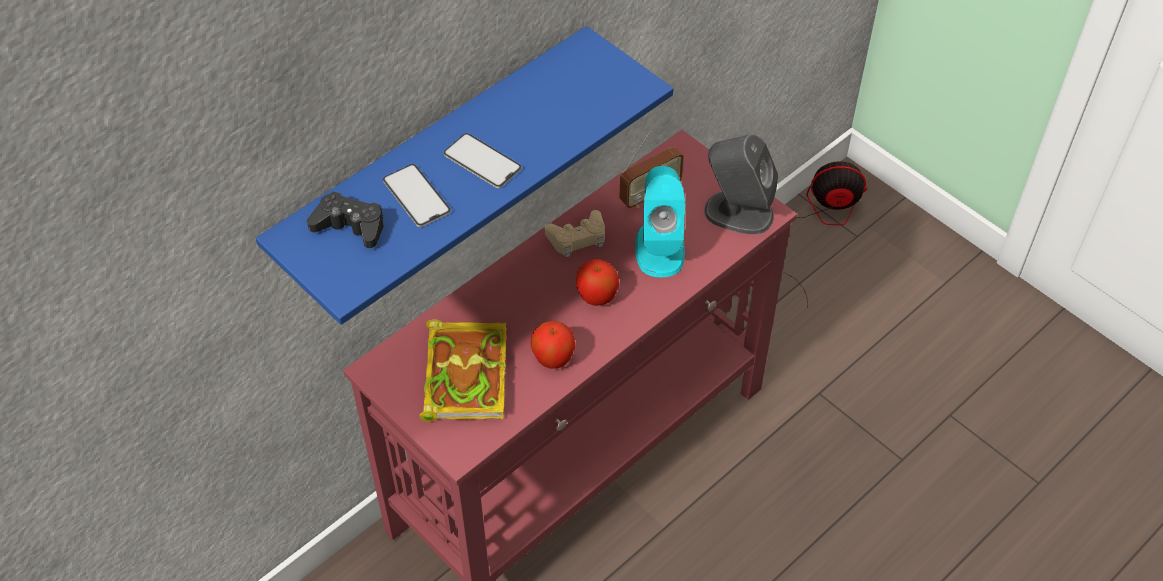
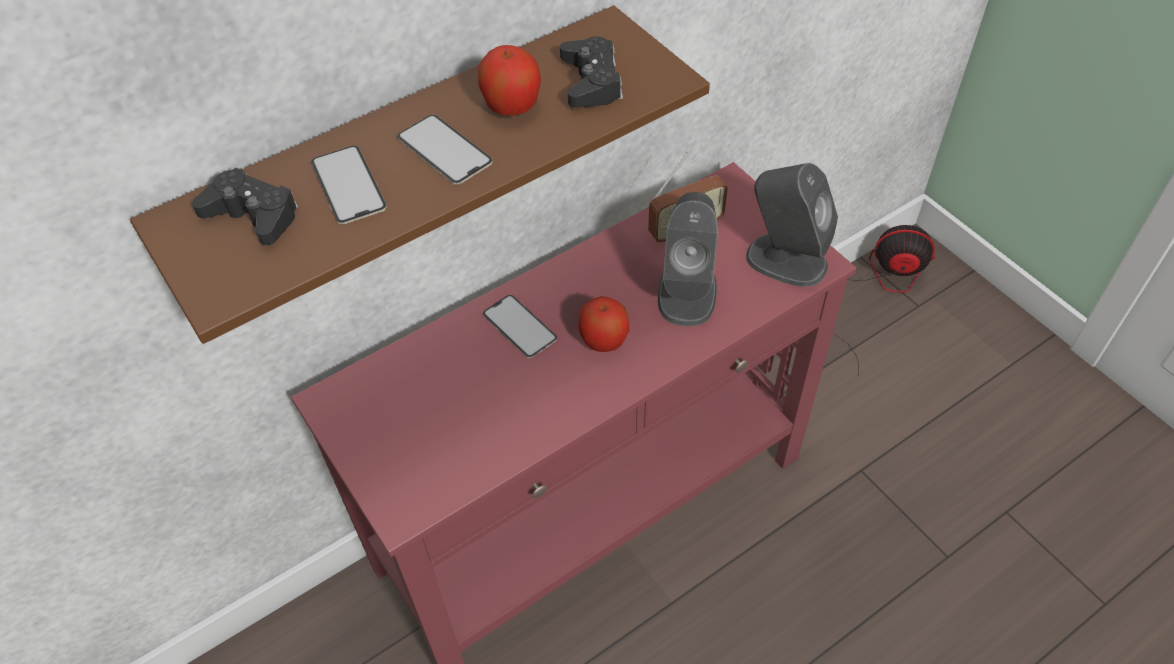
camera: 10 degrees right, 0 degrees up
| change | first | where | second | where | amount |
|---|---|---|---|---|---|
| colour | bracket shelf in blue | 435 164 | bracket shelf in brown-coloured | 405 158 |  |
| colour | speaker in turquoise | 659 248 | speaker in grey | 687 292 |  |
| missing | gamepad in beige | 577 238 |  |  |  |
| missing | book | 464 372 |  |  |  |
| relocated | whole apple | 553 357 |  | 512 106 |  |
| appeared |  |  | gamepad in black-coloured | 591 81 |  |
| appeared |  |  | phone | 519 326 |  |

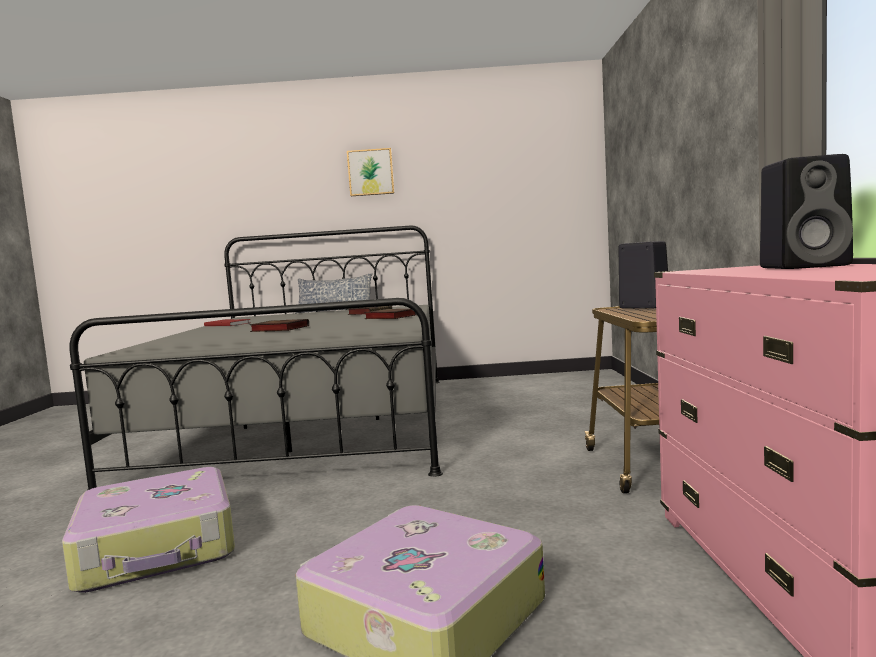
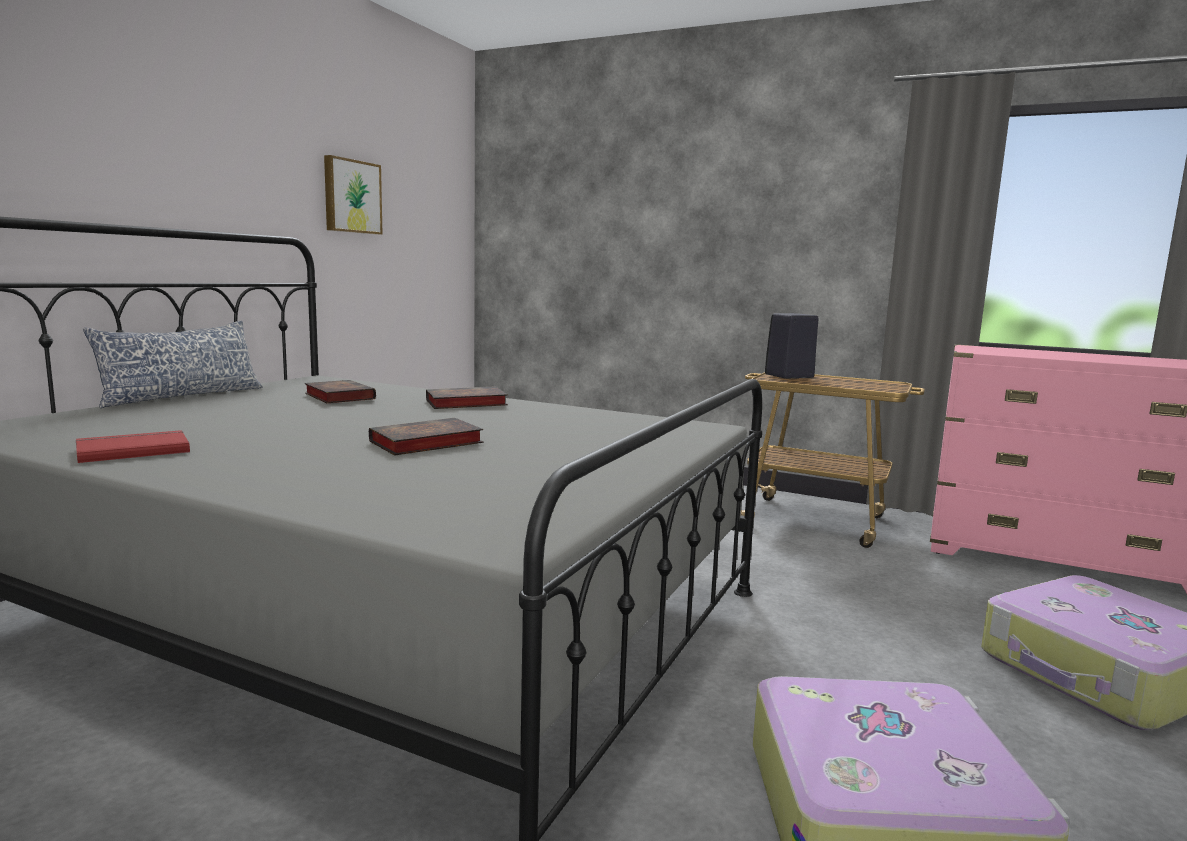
camera: 65 degrees left, 5 degrees up
| change | first | where | second | where | amount |
|---|---|---|---|---|---|
| relocated | wall picture | 371 172 |  | 351 196 |  |
| missing | speaker in black-coloured | 806 266 |  |  |  |

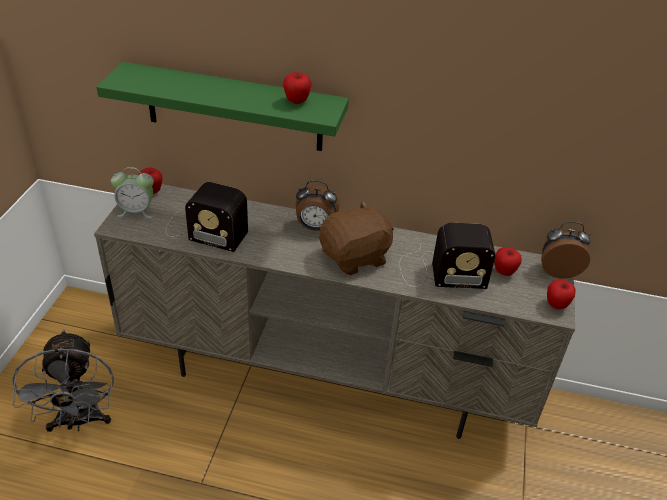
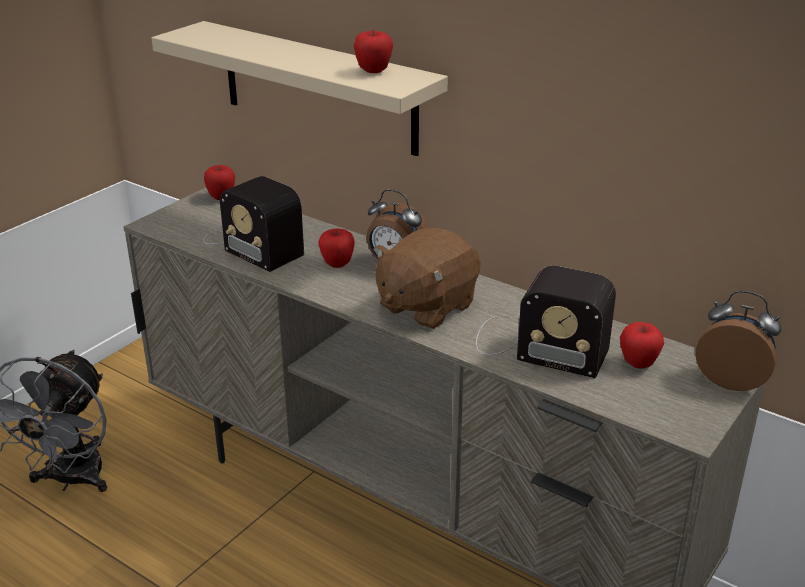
camera: 25 degrees right, 10 degrees down
| change | first | where | second | where | amount |
|---|---|---|---|---|---|
| colour | bracket shelf in green-coloured | 234 107 | bracket shelf in beige | 318 87 |  |
| missing | alarm clock | 136 211 |  |  |  |
| spun | soft toy in brown-coloured | 355 257 |  | 425 306 | 135 degrees clockwise |
| relocated | whole apple | 556 305 |  | 337 264 |  |

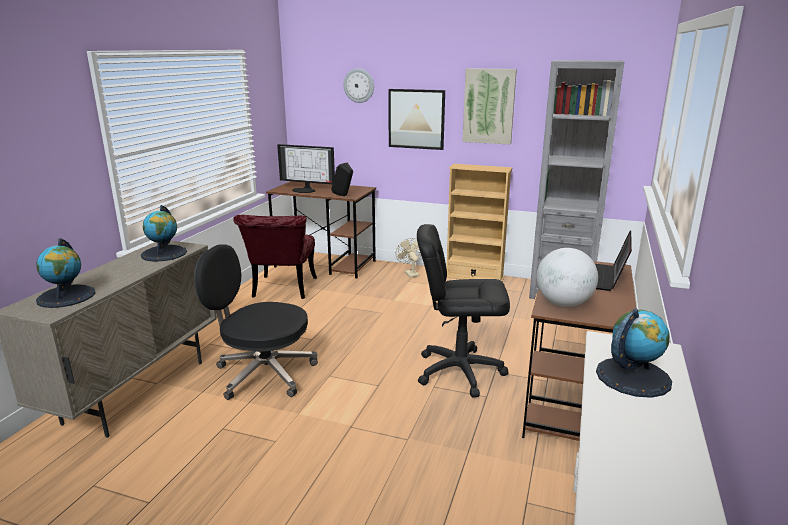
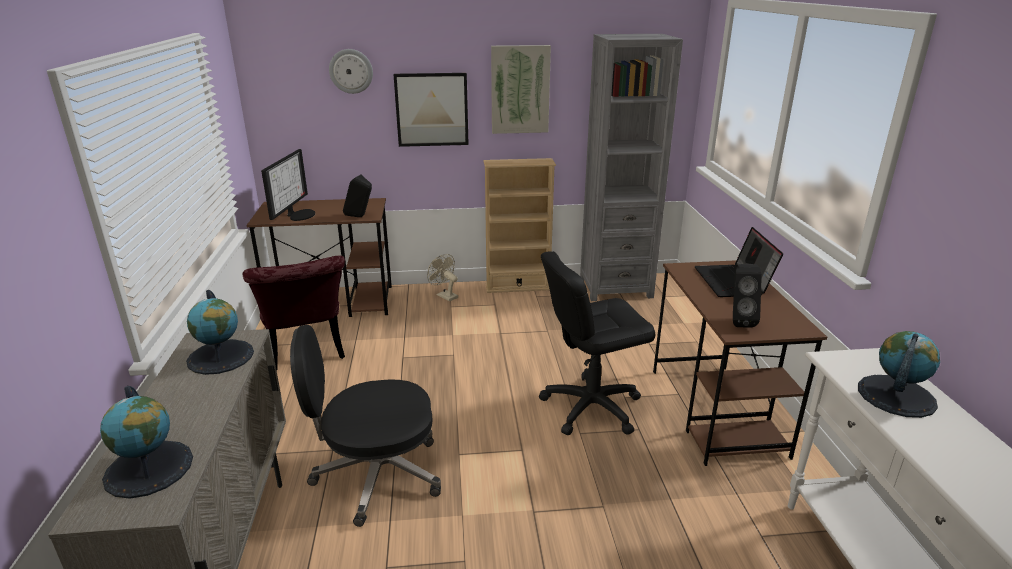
camera: 25 degrees left, 5 degrees up
| change | first | where | second | where | amount |
|---|---|---|---|---|---|
| spun | monitor | 305 190 |  | 299 215 | 75 degrees counterclockwise |
| exchanged | globe | 563 303 | speaker in black-coloured | 738 321 |  |

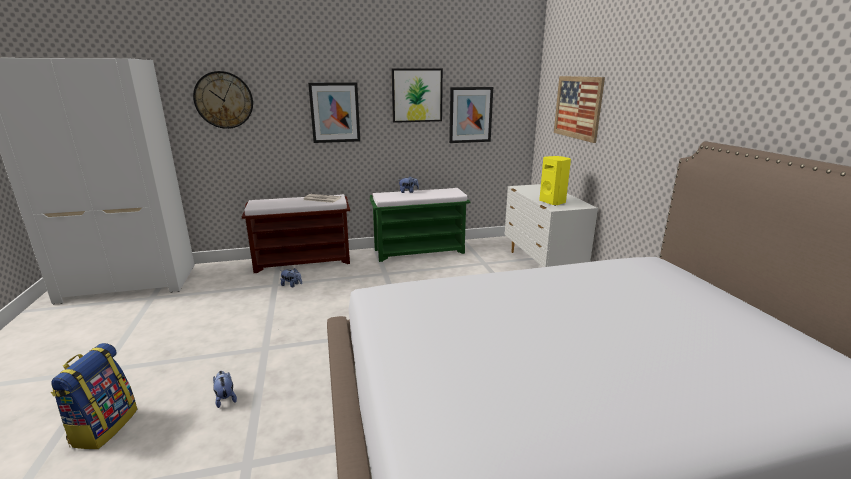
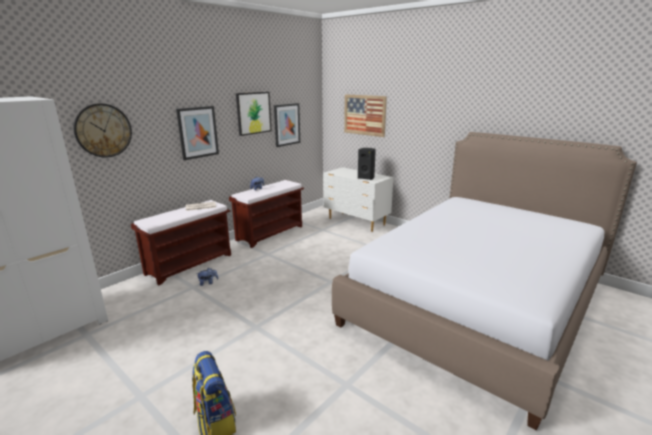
camera: 35 degrees left, 0 degrees up
| change | first | where | second | where | amount |
|---|---|---|---|---|---|
| colour | speaker in yellowish | 553 202 | speaker in black-coloured | 366 178 |  |
| colour | bench in green-coloured | 420 251 | bench in brown-coloured | 270 233 |  |
| missing | soft toy | 225 398 |  |  |  |

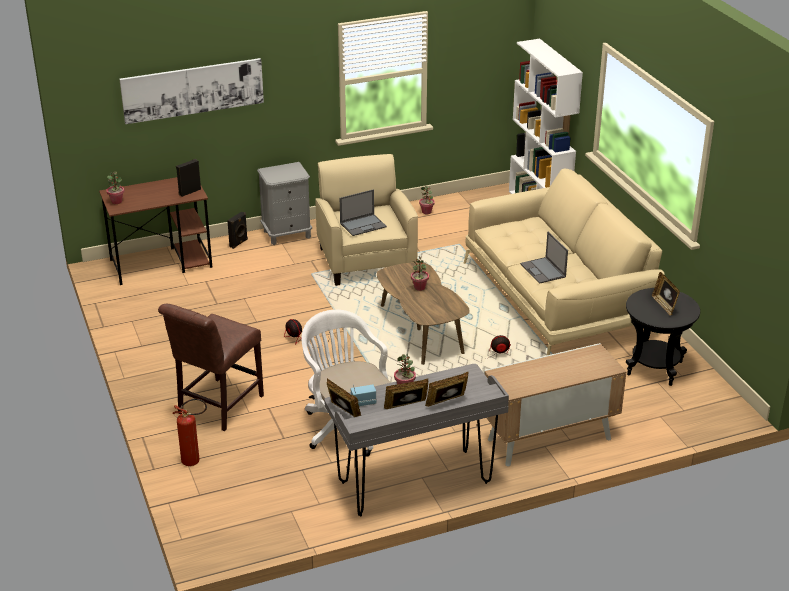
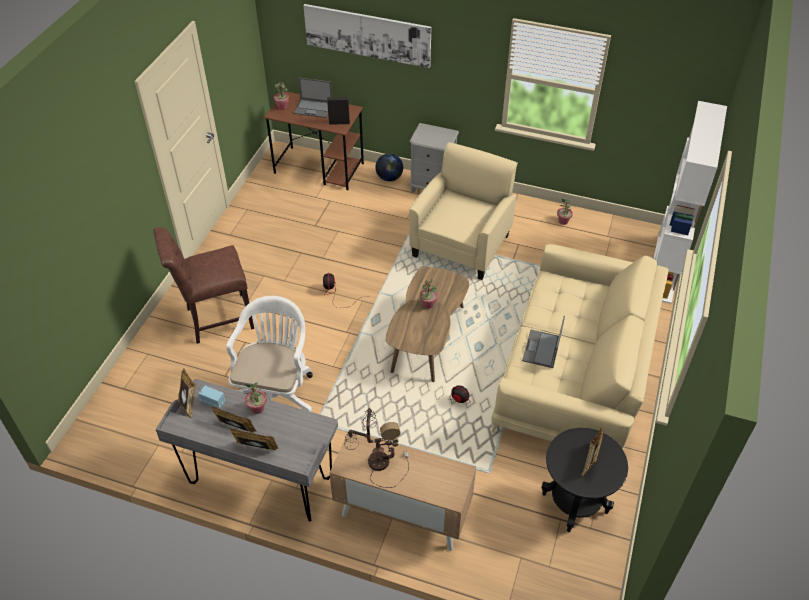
camera: 40 degrees right, 15 degrees up
| change | first | where | second | where | amount |
|---|---|---|---|---|---|
| relocated | notebook computer | 363 225 |  | 314 108 |  |
| exchanged | speaker in black-coloured | 239 243 | globe | 389 178 |  |
| missing | extinguisher | 195 461 |  |  |  |
| appeared |  |  | table lamp | 377 461 |  |

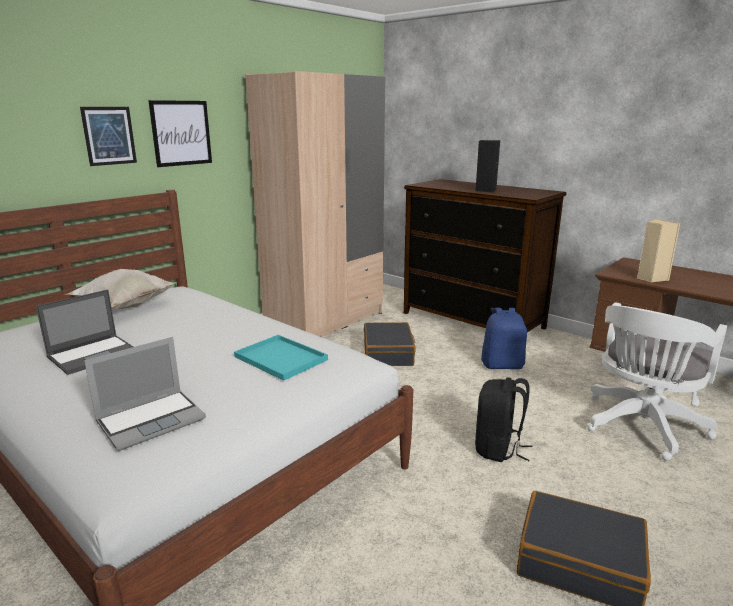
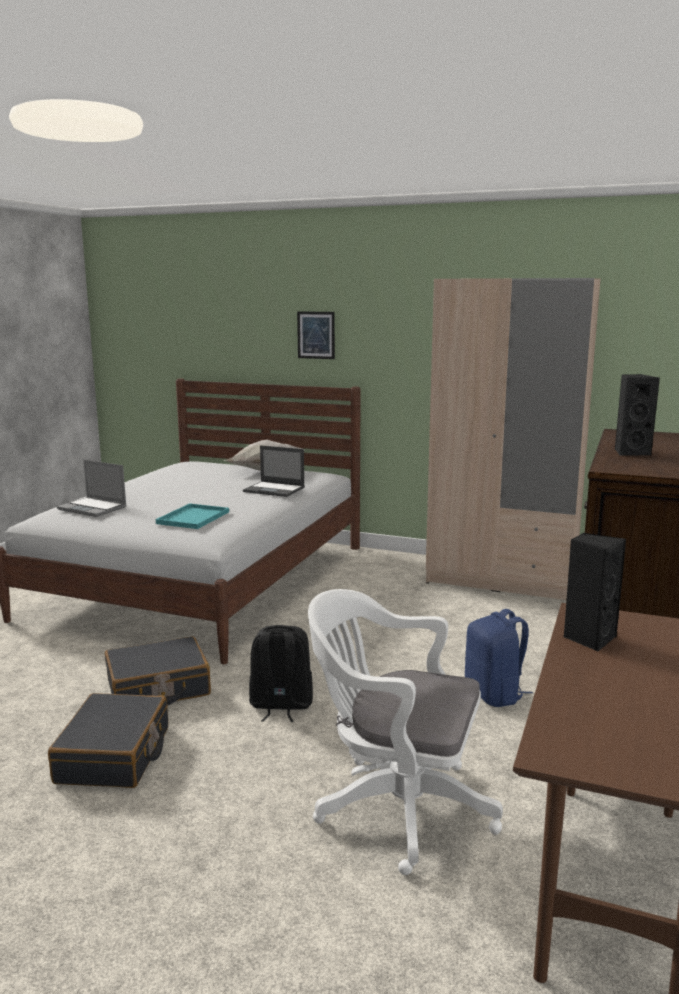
camera: 70 degrees right, 5 degrees down
| change | first | where | second | where | amount |
|---|---|---|---|---|---|
| missing | wall picture | 181 133 |  |  |  |
| colour | speaker in beige | 651 278 | speaker in black-coloured | 589 638 |  |
| relocated | notebook computer | 94 354 |  | 275 489 |  |
| relocated | travel case in black-coloured | 388 353 |  | 158 688 |  |

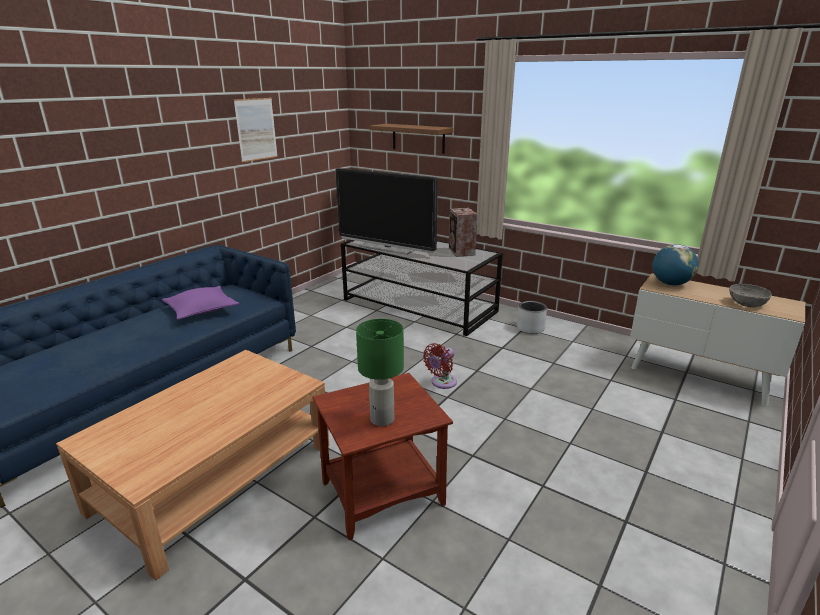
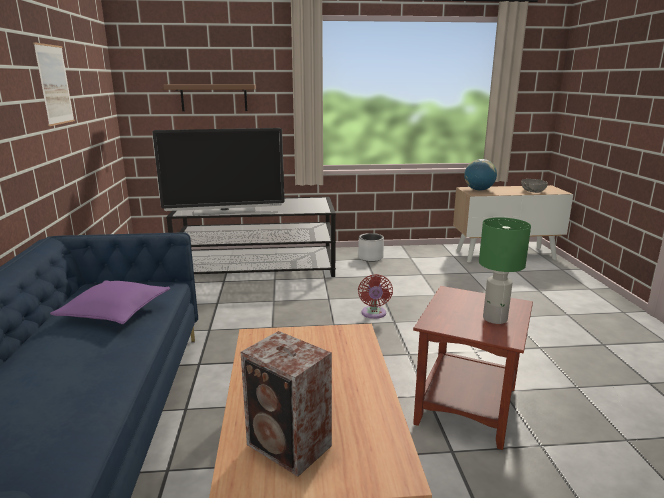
camera: 40 degrees left, 5 degrees down
| change | first | where | second | where | amount |
|---|---|---|---|---|---|
| relocated | speaker | 461 252 |  | 290 447 |  |

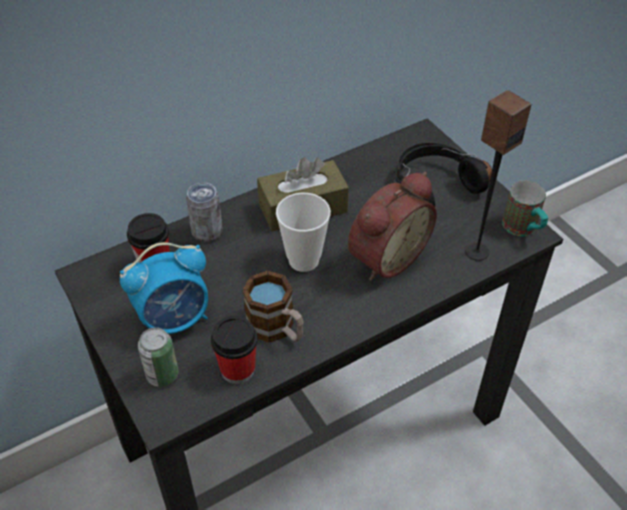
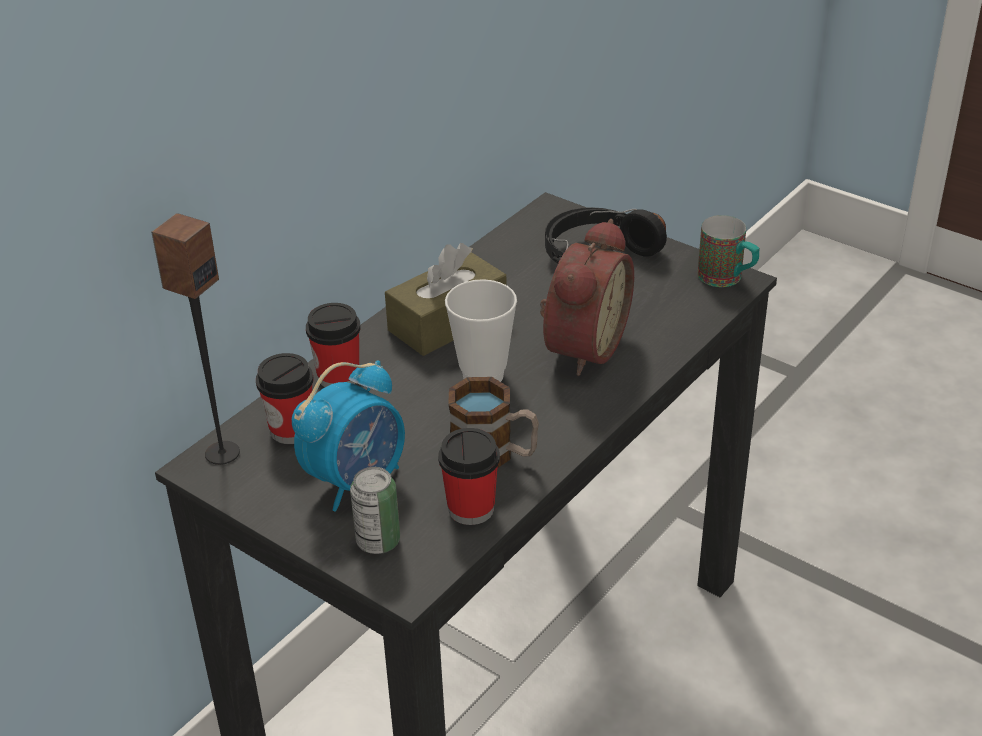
camera: 20 degrees left, 10 degrees down
| change | first | where | second | where | amount |
|---|---|---|---|---|---|
| relocated | speaker | 476 251 |  | 221 453 |  |
| exchanged | can | 207 231 | cup | 338 377 |  |

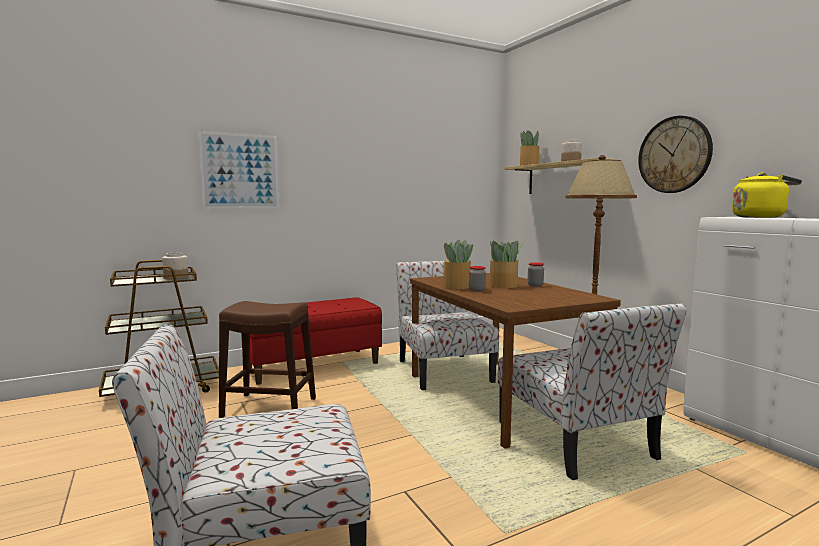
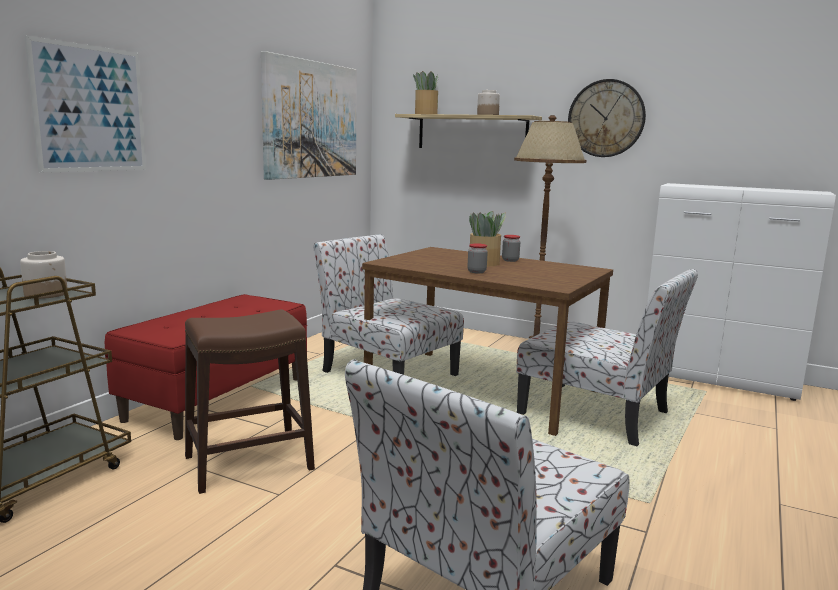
camera: 35 degrees left, 5 degrees up
| change | first | where | second | where | amount |
|---|---|---|---|---|---|
| missing | kettle in yellowish | 760 217 |  |  |  |
| missing | potted plant | 456 286 |  |  |  |
| appeared |  |  | wall picture | 311 120 |  |

